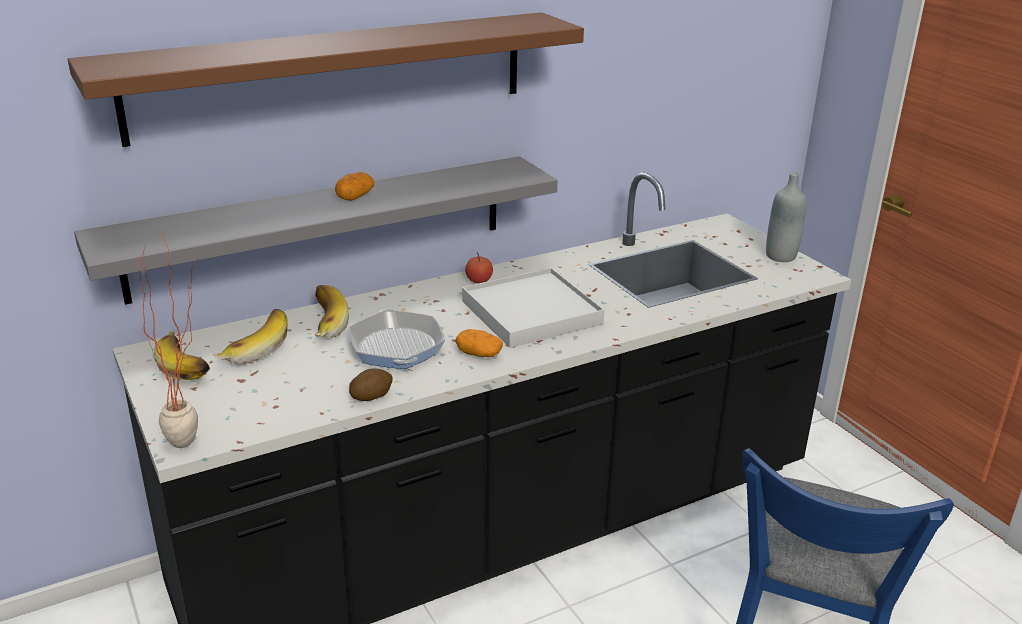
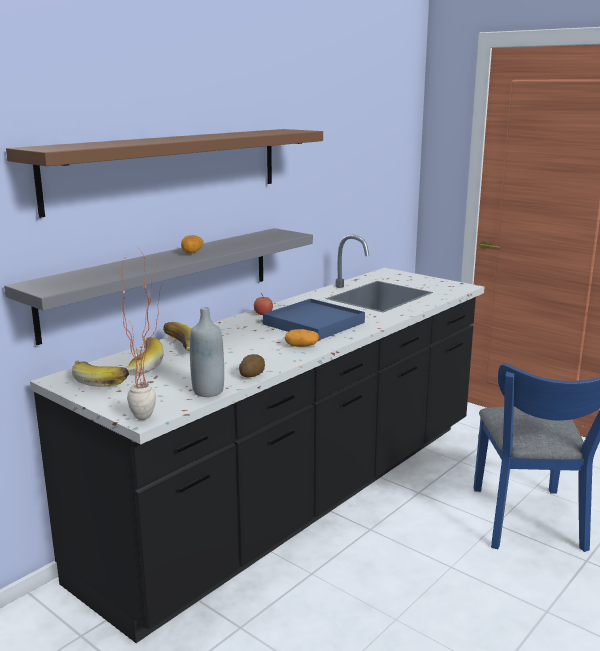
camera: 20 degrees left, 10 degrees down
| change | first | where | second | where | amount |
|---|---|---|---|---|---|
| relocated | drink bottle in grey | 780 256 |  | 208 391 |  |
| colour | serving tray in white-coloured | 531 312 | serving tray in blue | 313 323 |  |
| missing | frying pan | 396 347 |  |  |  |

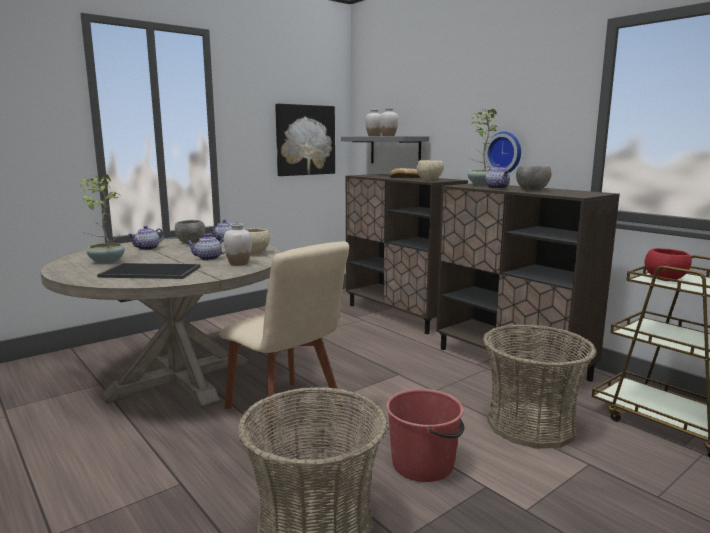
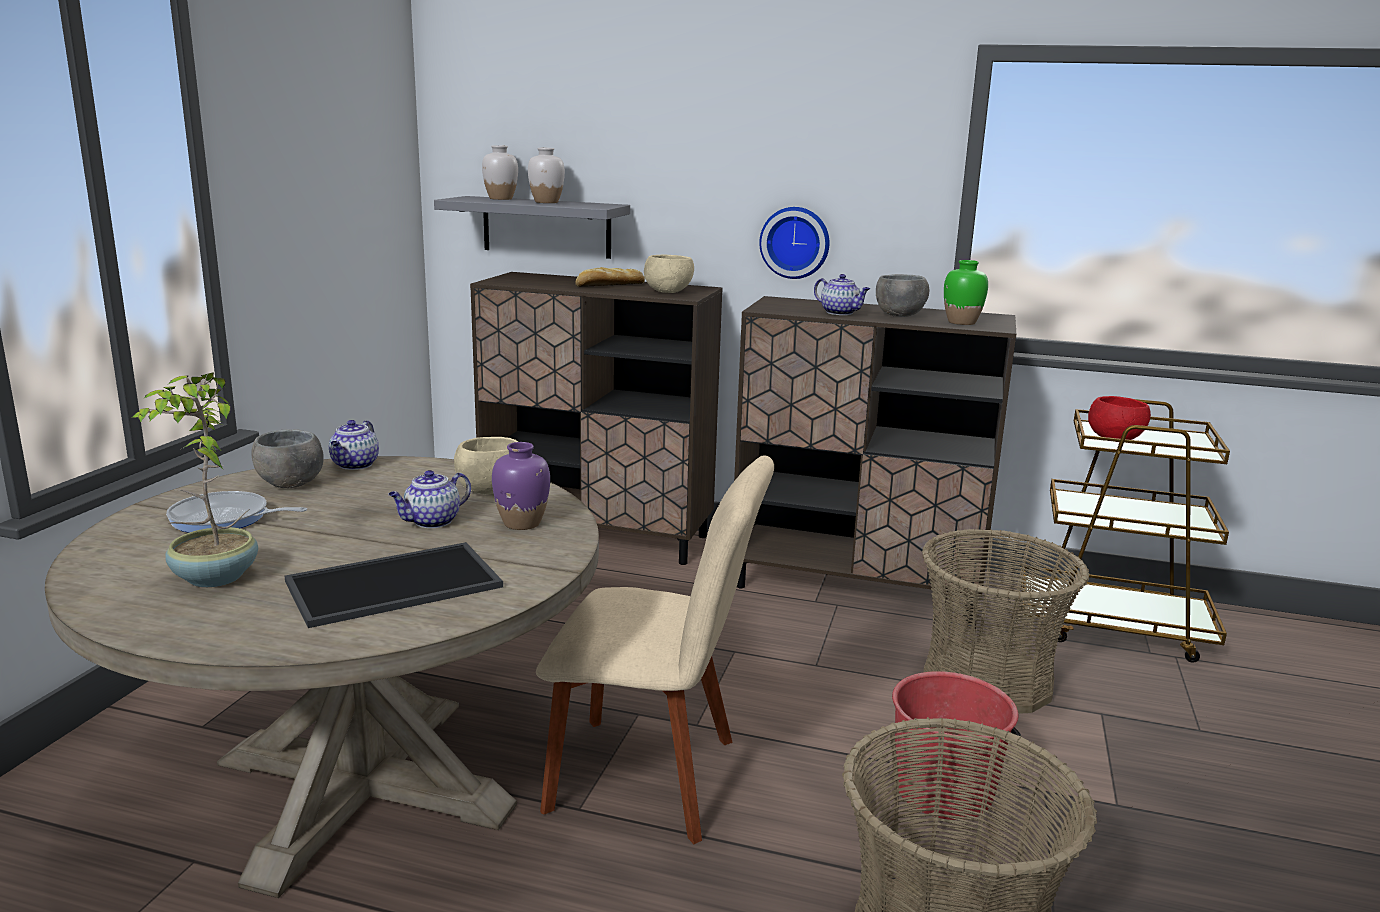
camera: 35 degrees left, 5 degrees up
| change | first | where | second | where | amount |
|---|---|---|---|---|---|
| missing | wall picture | 305 140 |  |  |  |
| missing | potted plant | 481 184 |  |  |  |
| colour | vase in white-coloured | 239 263 | vase in purple-coloured | 522 523 |  |
| exchanged | tea pot | 147 248 | frying pan | 224 519 |  |
| appeared |  |  | vase in green-coloured | 961 322 |  |

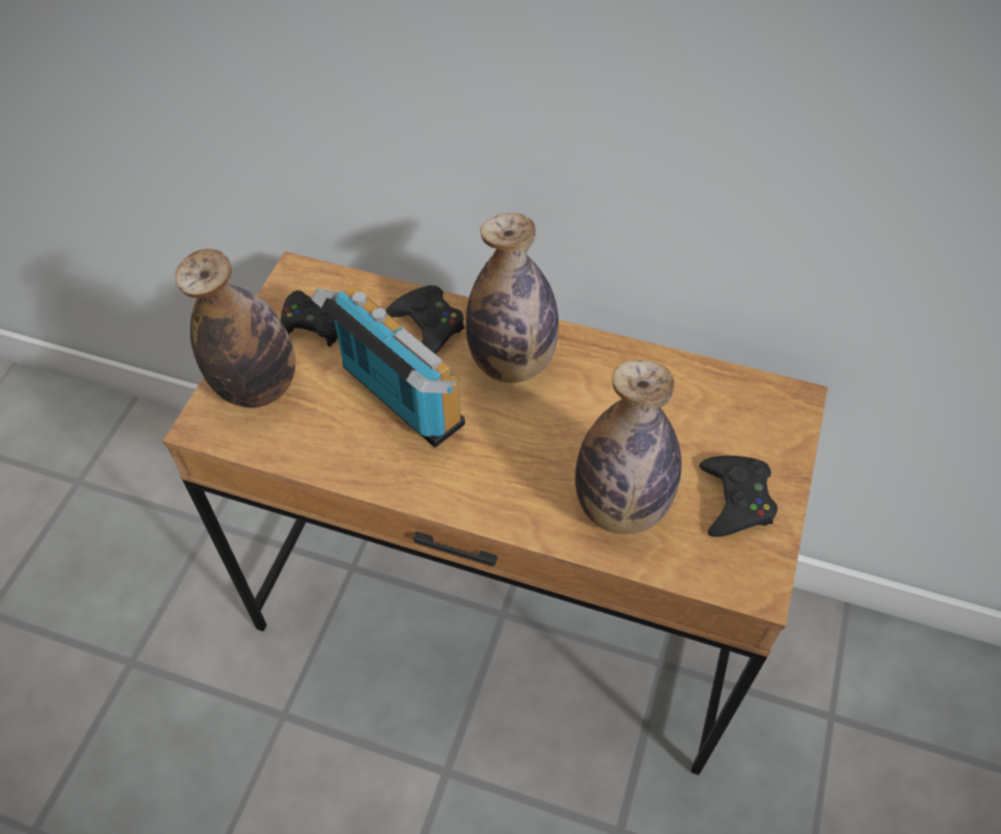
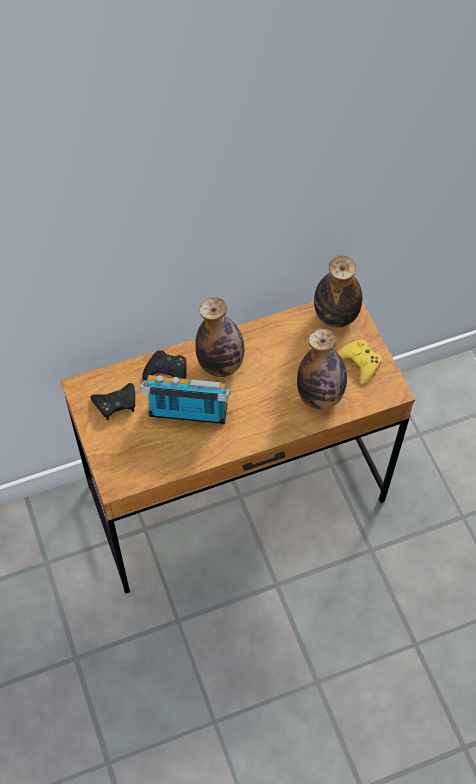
camera: 40 degrees left, 5 degrees up
| change | first | where | second | where | amount |
|---|---|---|---|---|---|
| relocated | drink bottle | 258 387 |  | 335 316 |  |
| colour | gamepad in black-coloured | 735 500 | gamepad in yellowish | 359 362 |  |

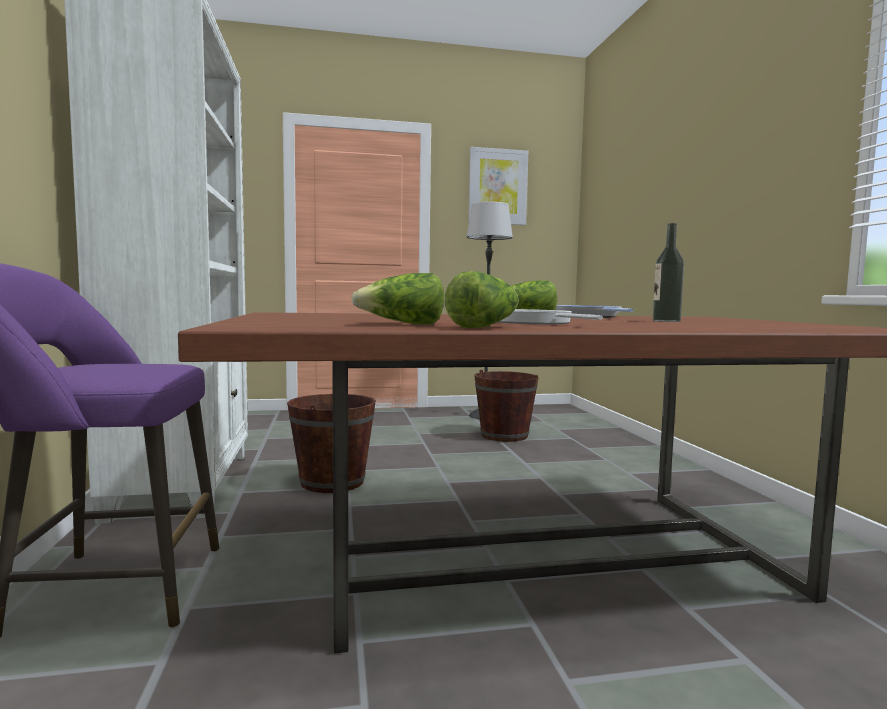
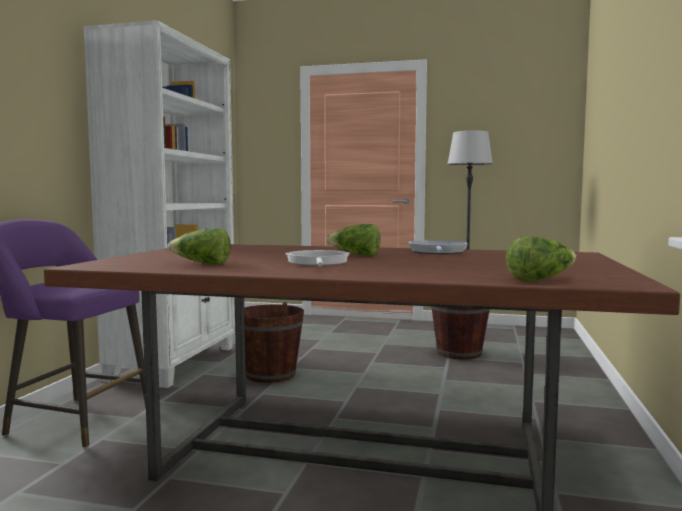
camera: 25 degrees right, 0 degrees up
| change | first | where | second | where | amount |
|---|---|---|---|---|---|
| missing | wall picture | 497 187 |  |  |  |
| missing | drink bottle | 666 321 |  |  |  |
| relocated | head of lettuce | 484 327 |  | 540 279 |  |

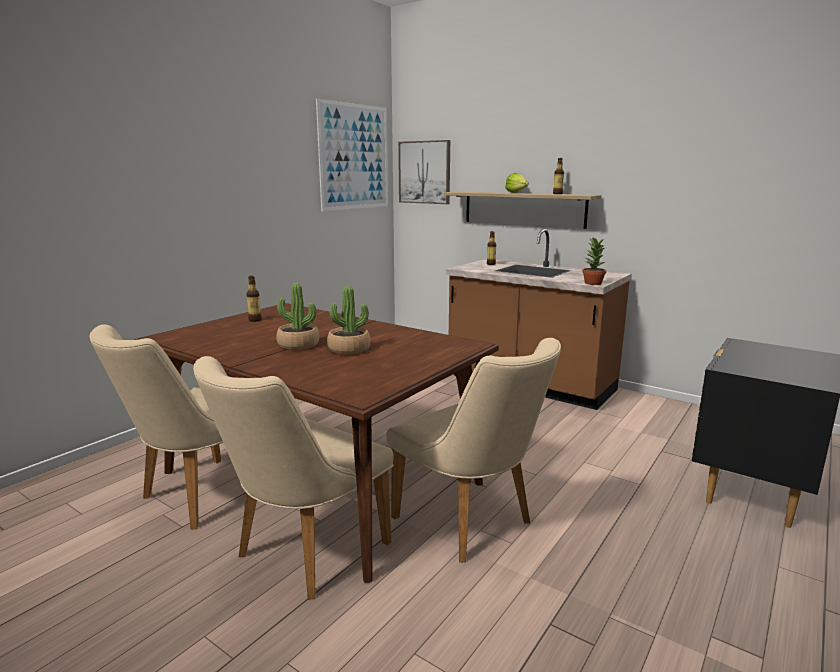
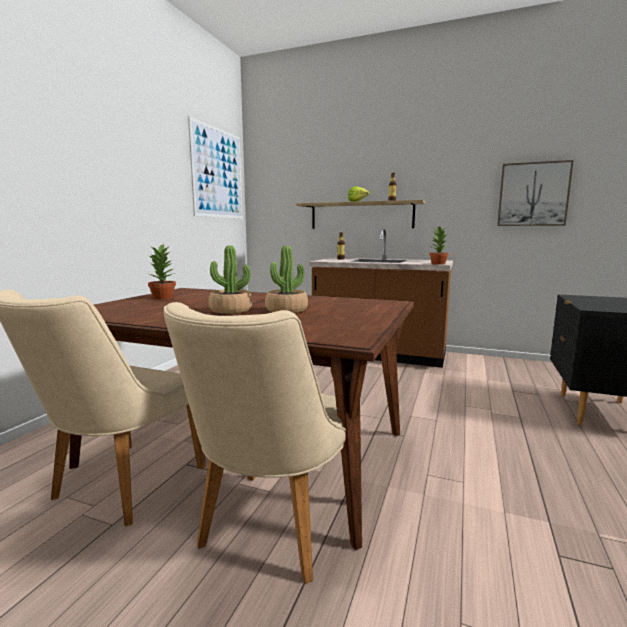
camera: 15 degrees left, 5 degrees down
| change | first | where | second | where | amount |
|---|---|---|---|---|---|
| relocated | wall picture | 424 172 |  | 533 194 |  |
| exchanged | drink bottle | 255 320 | potted plant | 163 298 |  |
| missing | upright chair in beige | 472 524 |  |  |  |

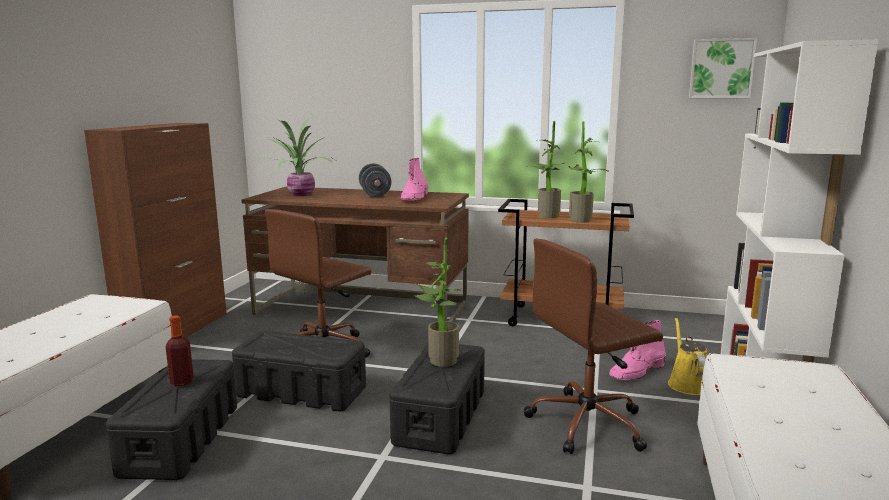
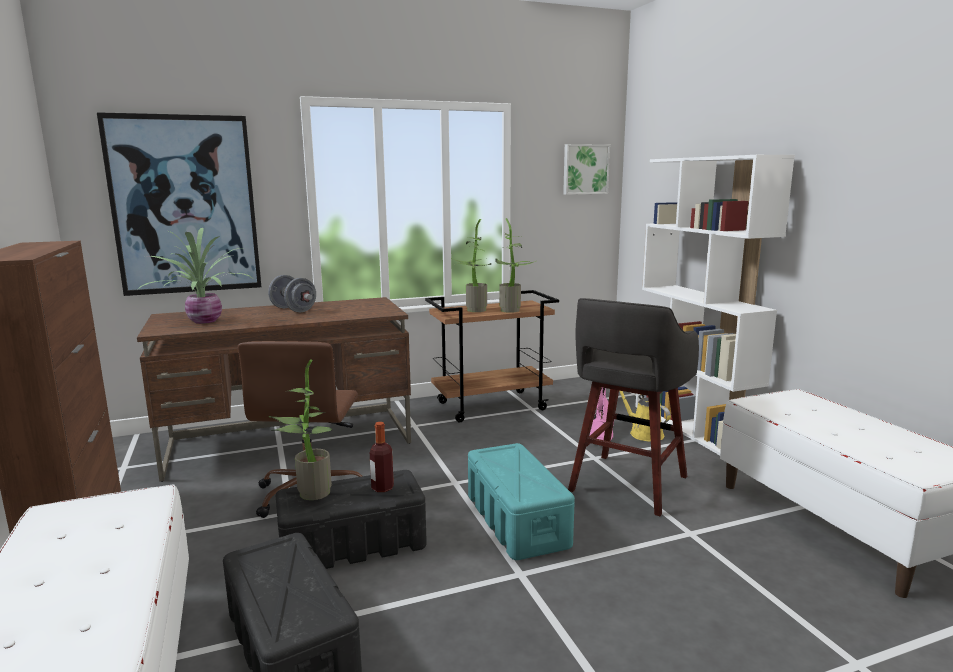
camera: 35 degrees left, 0 degrees up
| change | first | where | second | where | amount |
|---|---|---|---|---|---|
| missing | high-top boot in pinkish | 414 198 |  |  |  |
| relocated | potted plant | 439 360 |  | 309 493 |  |
| exchanged | desk chair in brown-coloured | 589 423 | stool in grey | 626 485 |  |
| relocated | drink bottle | 182 382 |  | 382 488 |  |
| colour | storage box in black-coloured | 440 417 | storage box in turquoise | 517 521 |  |
| appeared |  |  | wall picture | 185 205 |  |

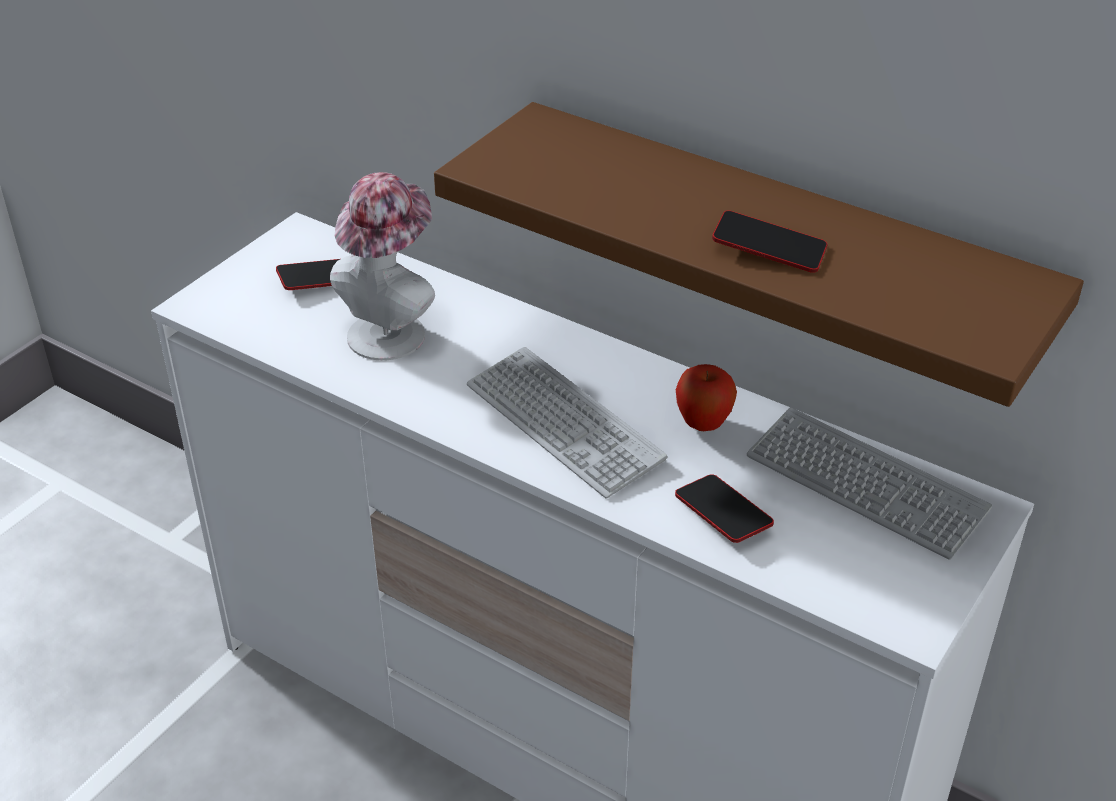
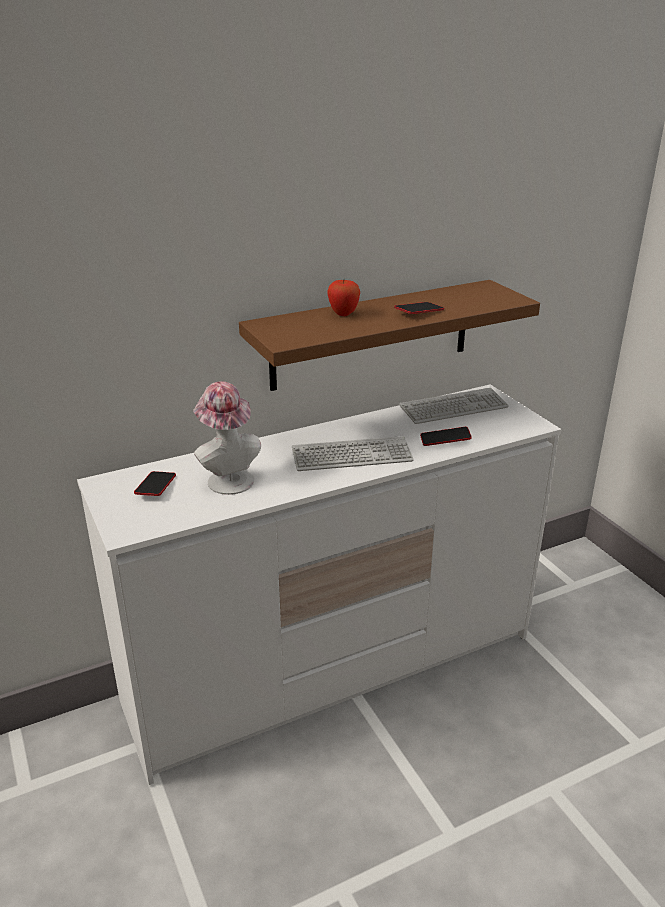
camera: 60 degrees left, 10 degrees down
| change | first | where | second | where | amount |
|---|---|---|---|---|---|
| relocated | whole apple | 703 424 |  | 343 314 |  |

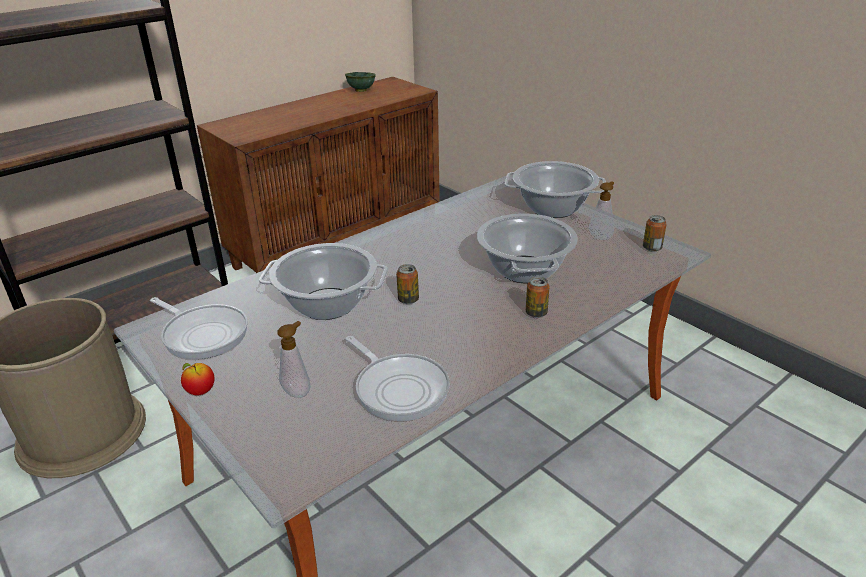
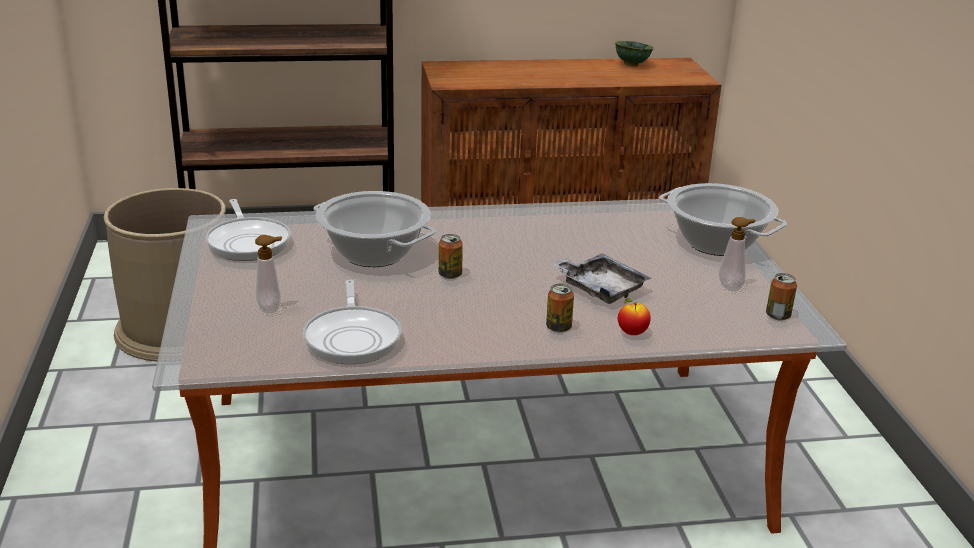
camera: 30 degrees right, 5 degrees down
| change | first | where | second | where | amount |
|---|---|---|---|---|---|
| exchanged | saucepot | 524 269 | serving tray in grey | 600 288 |  |
| relocated | whole apple | 201 391 |  | 632 333 |  |

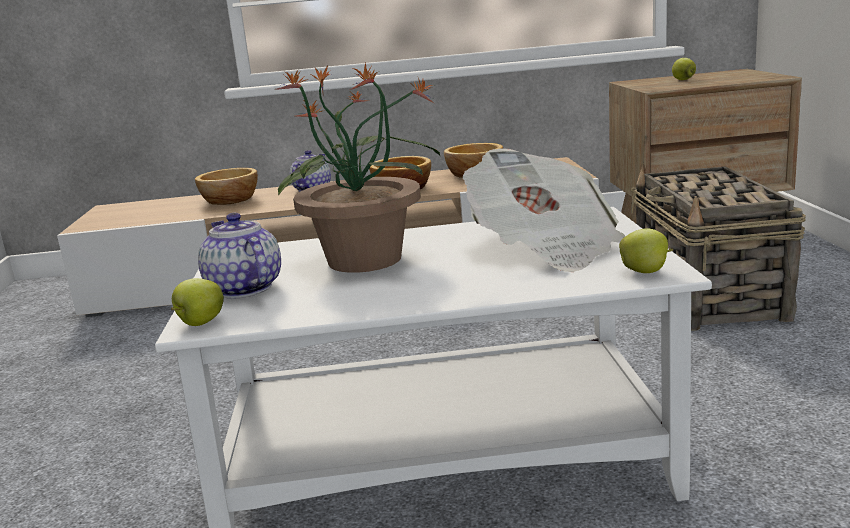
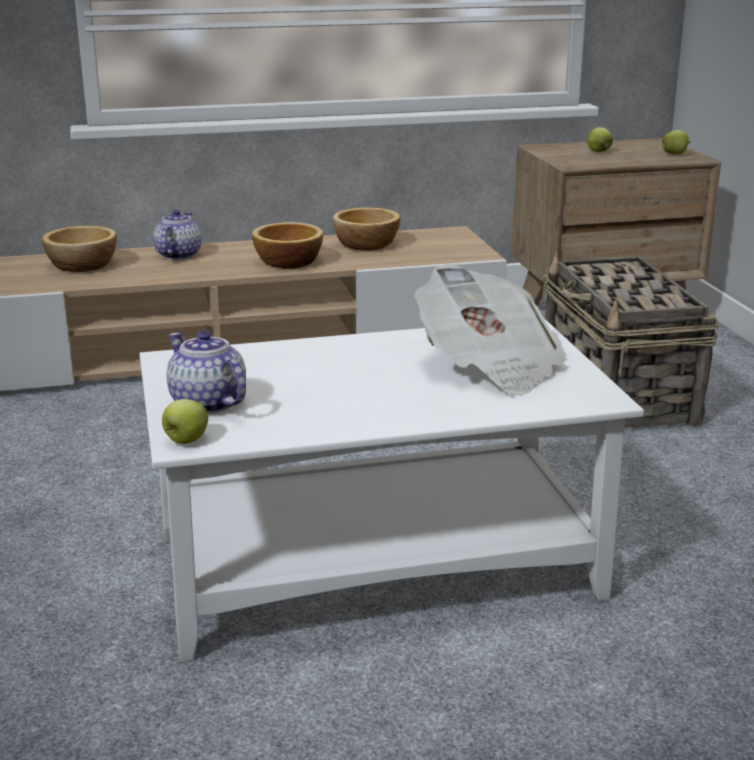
camera: 10 degrees left, 5 degrees up
| change | first | where | second | where | amount |
|---|---|---|---|---|---|
| missing | potted plant | 366 261 |  |  |  |
| relocated | whole apple | 645 272 |  | 675 154 |  |

